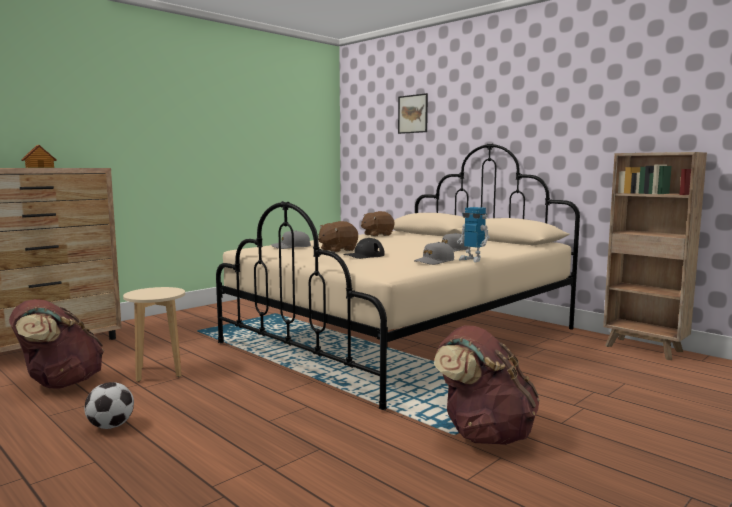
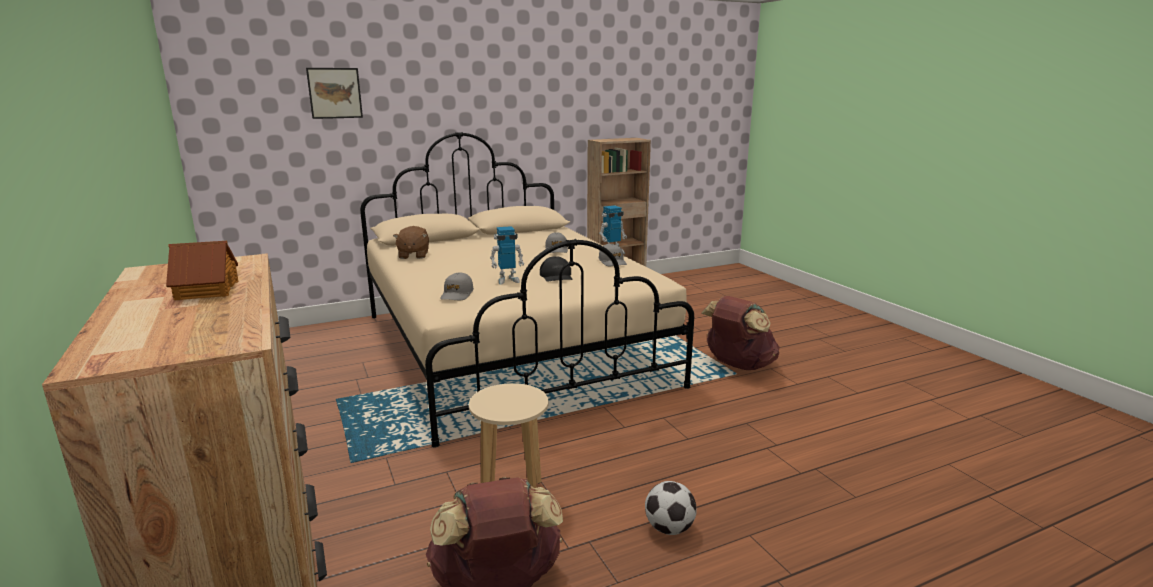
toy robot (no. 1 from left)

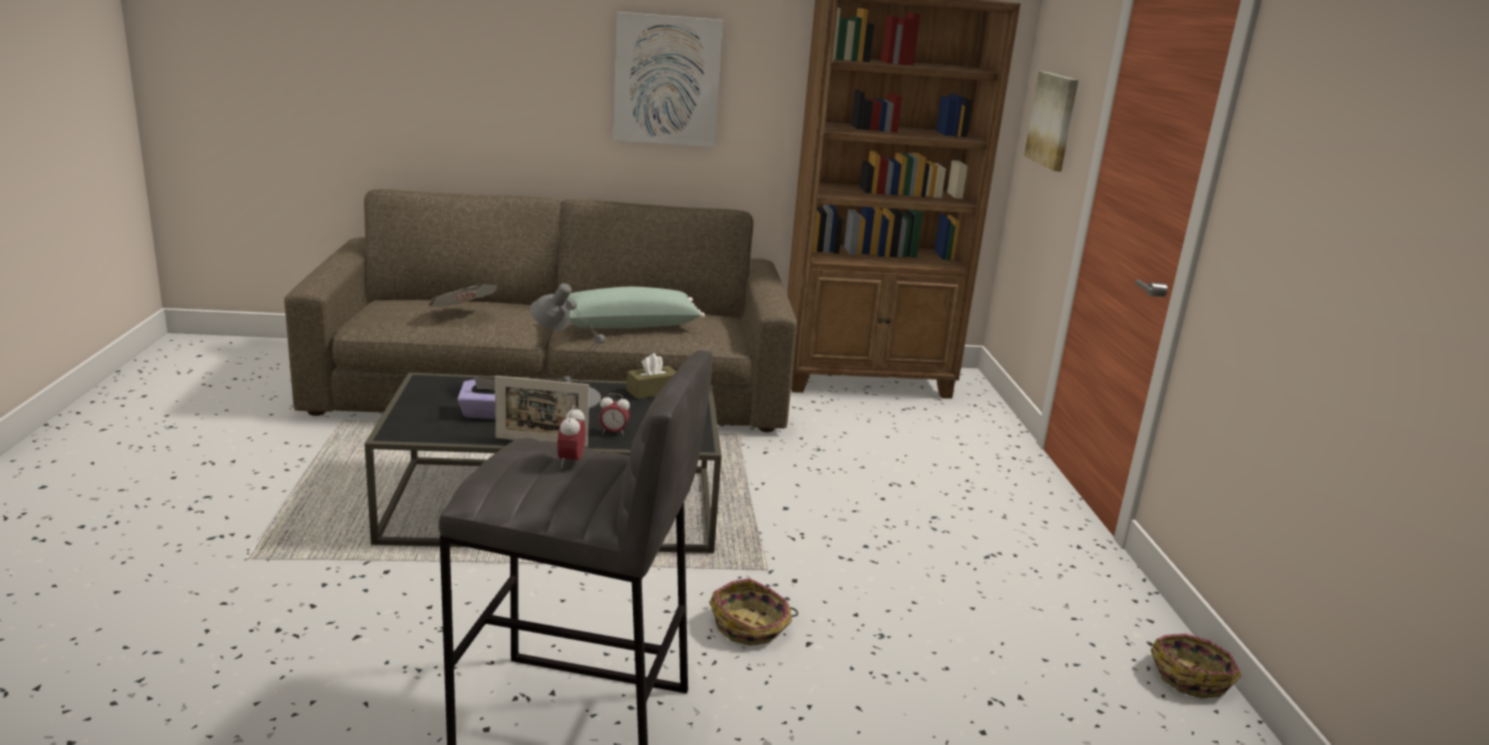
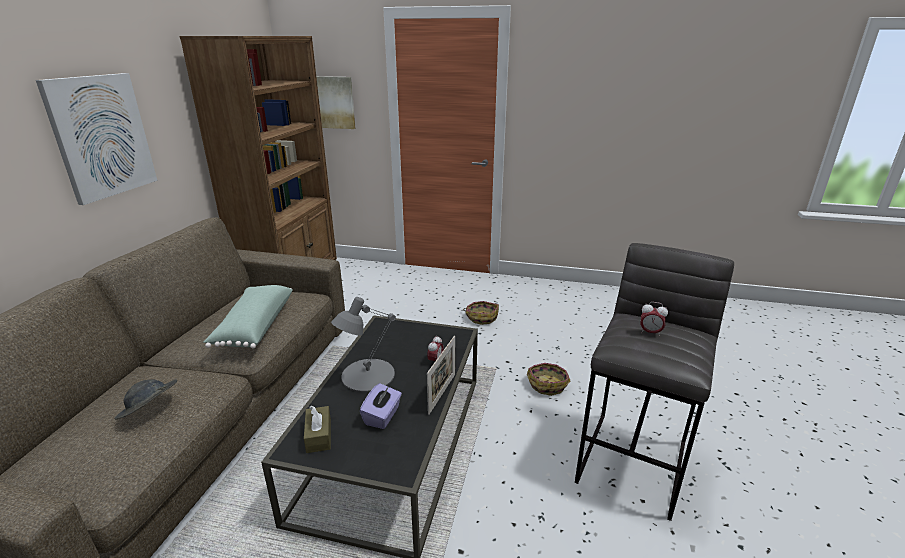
hat/grey
tissue box/brown
basket (no. 1 from left)

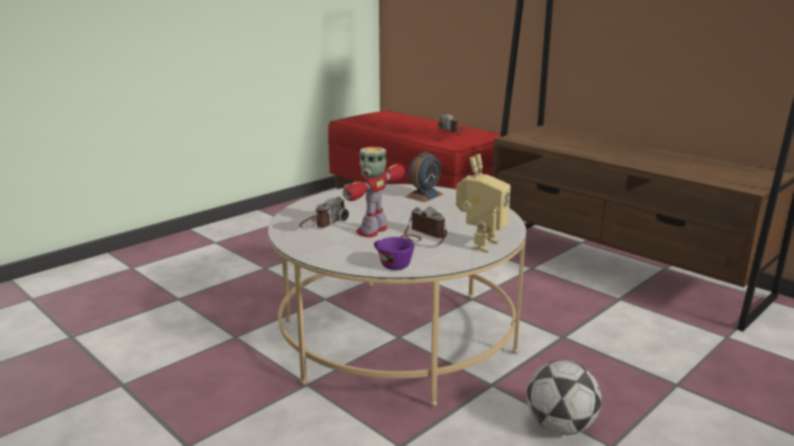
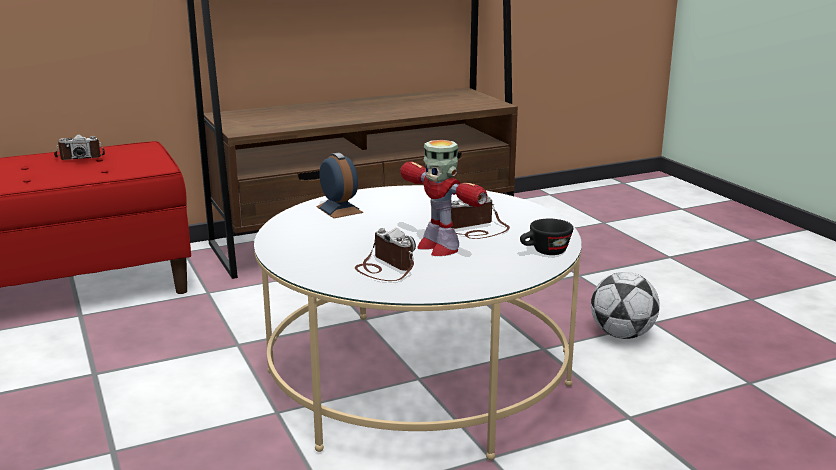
toy robot (no. 2 from left in the first image)
cup/black

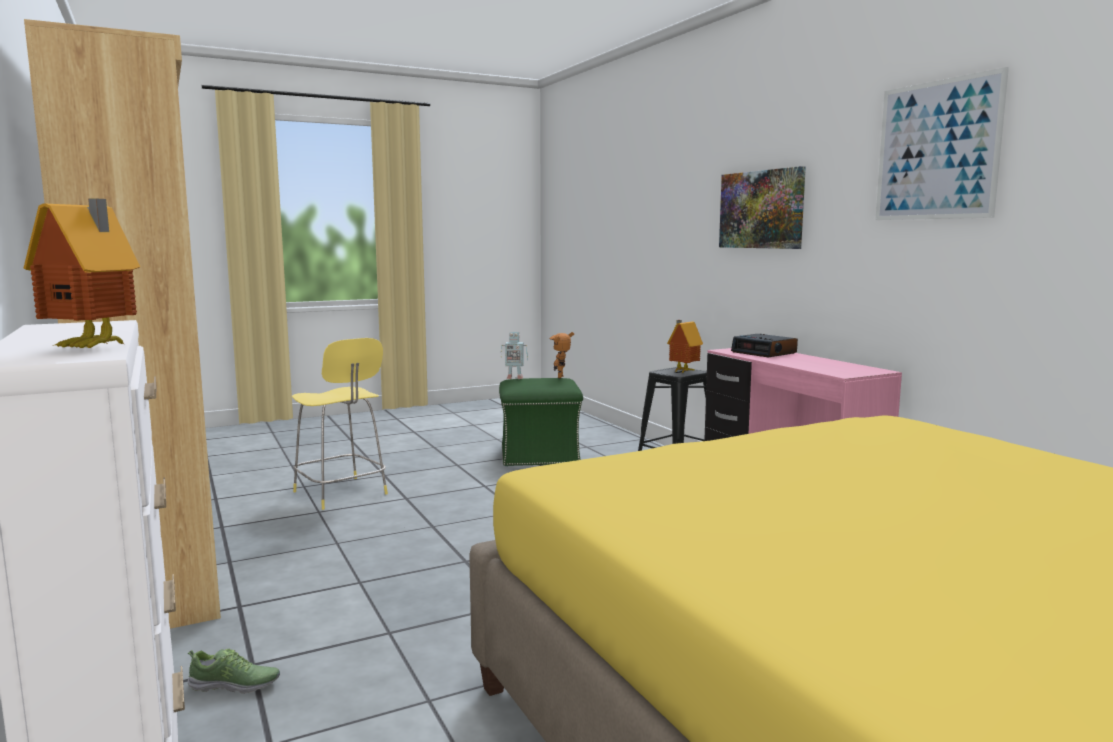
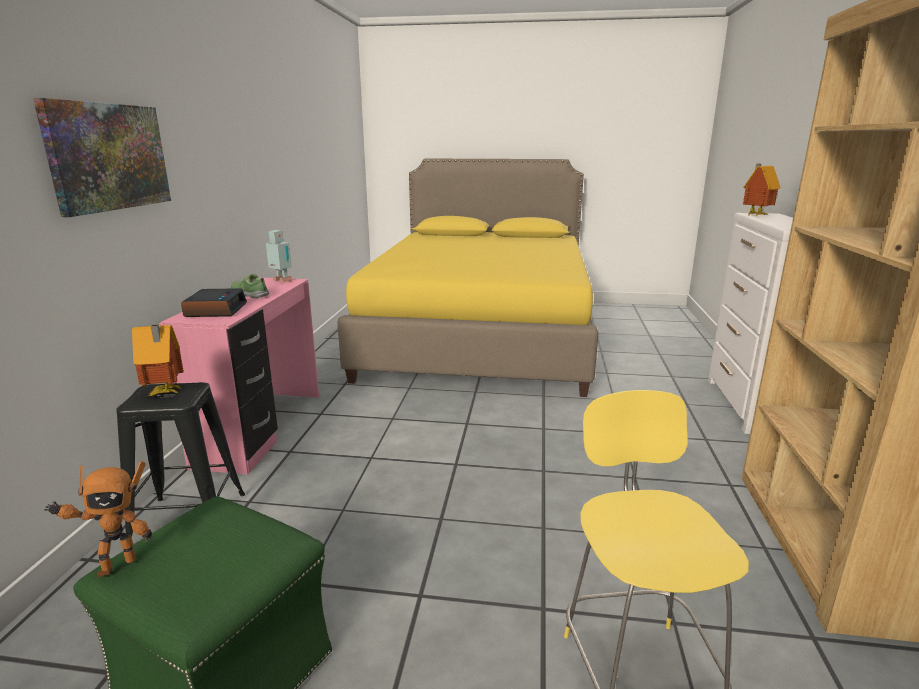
picture (no. 2 from left in the first image)
toy robot (no. 2 from left)
shoe

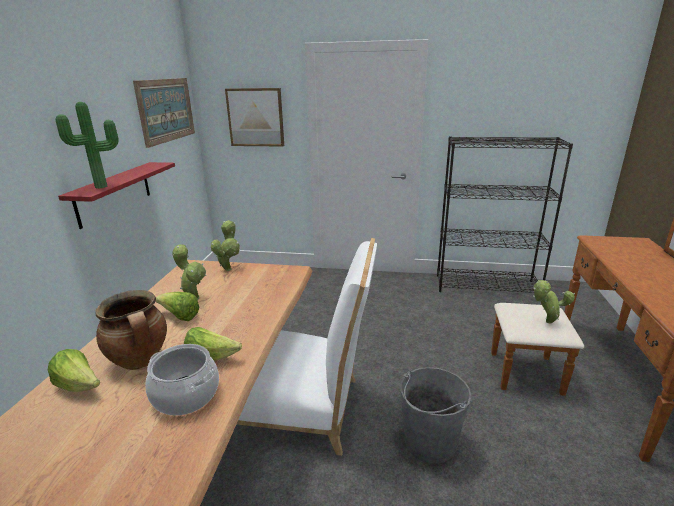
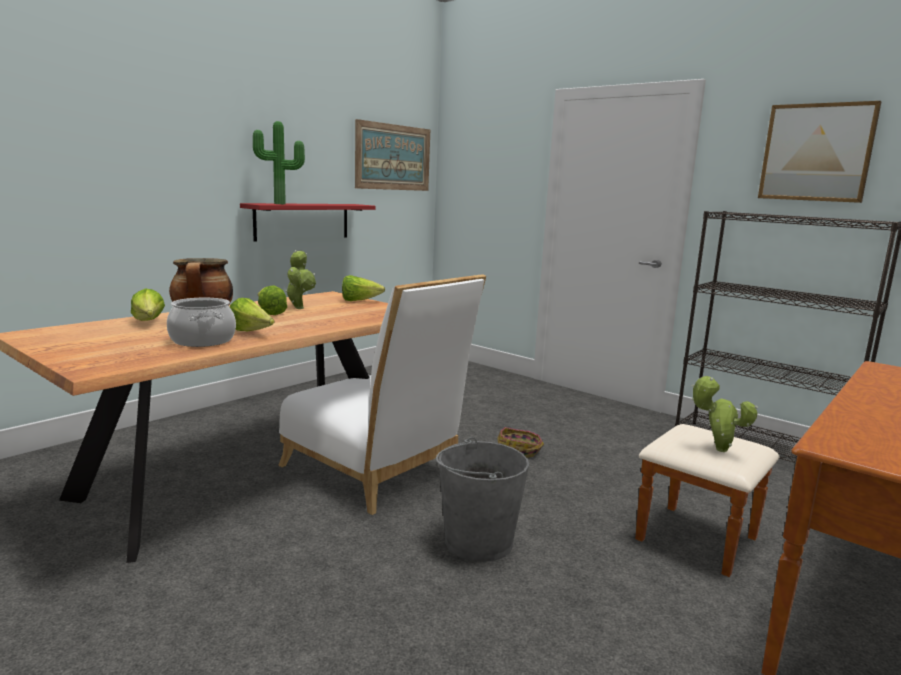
picture (no. 2 from left)
lettuce (no. 4 from left)
basket

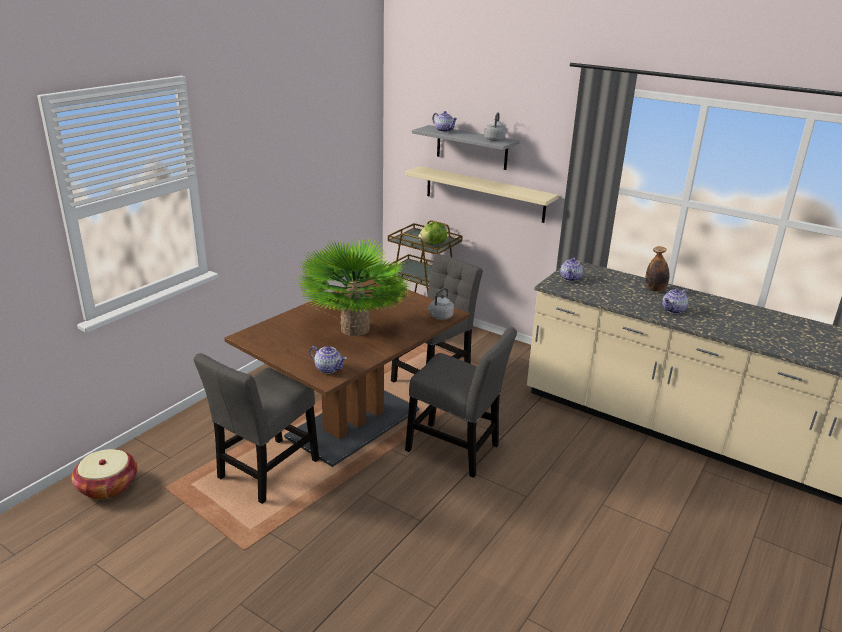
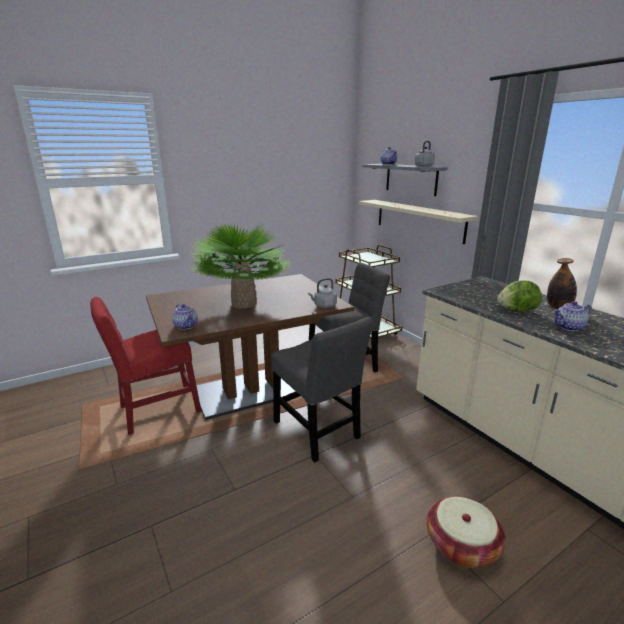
lettuce
teapot (no. 3 from left in the first image)
chair/red
basket

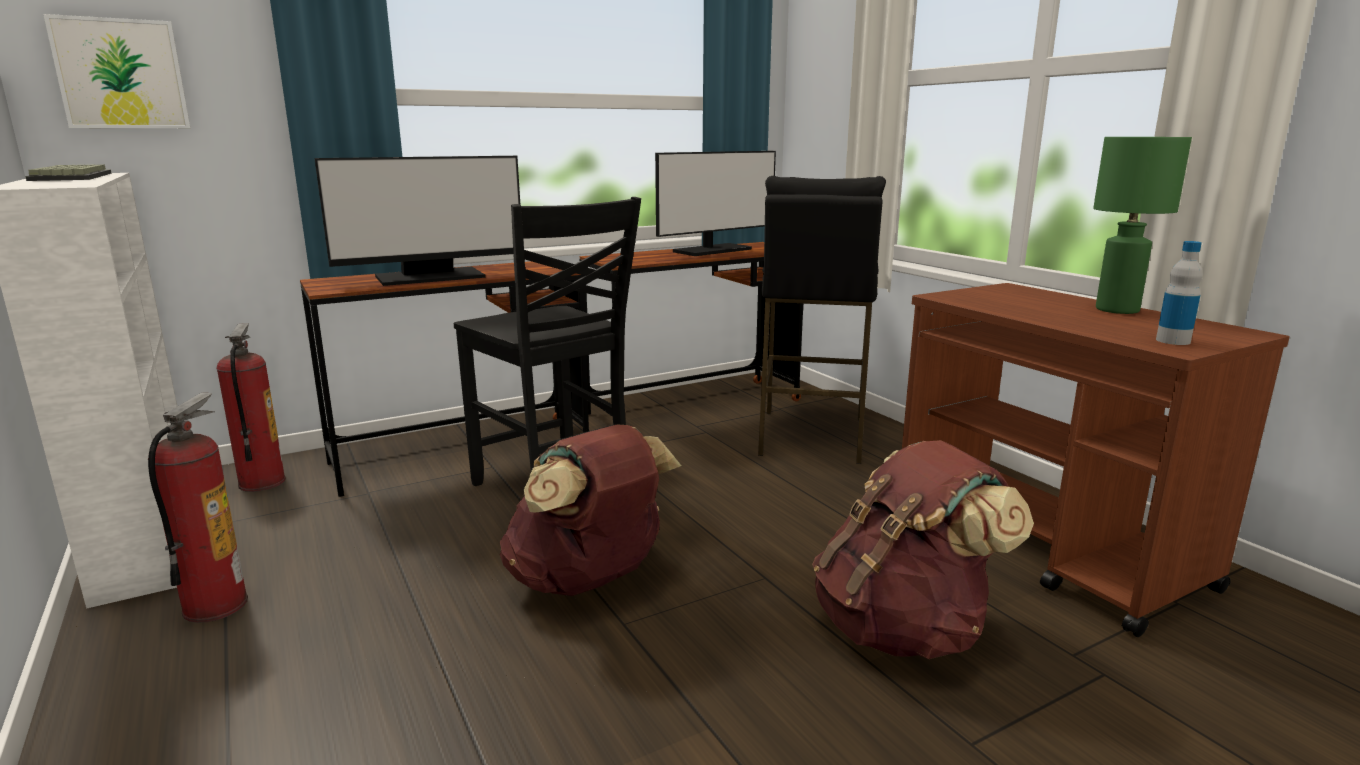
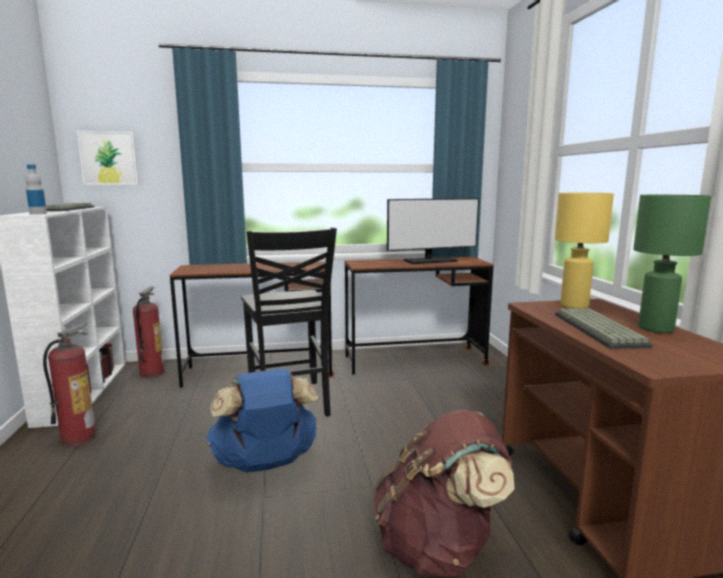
monitor (no. 1 from left in the first image)
stool/black
bottle
backpack/blue
table lamp/yellow
keyboard (no. 2 from left)

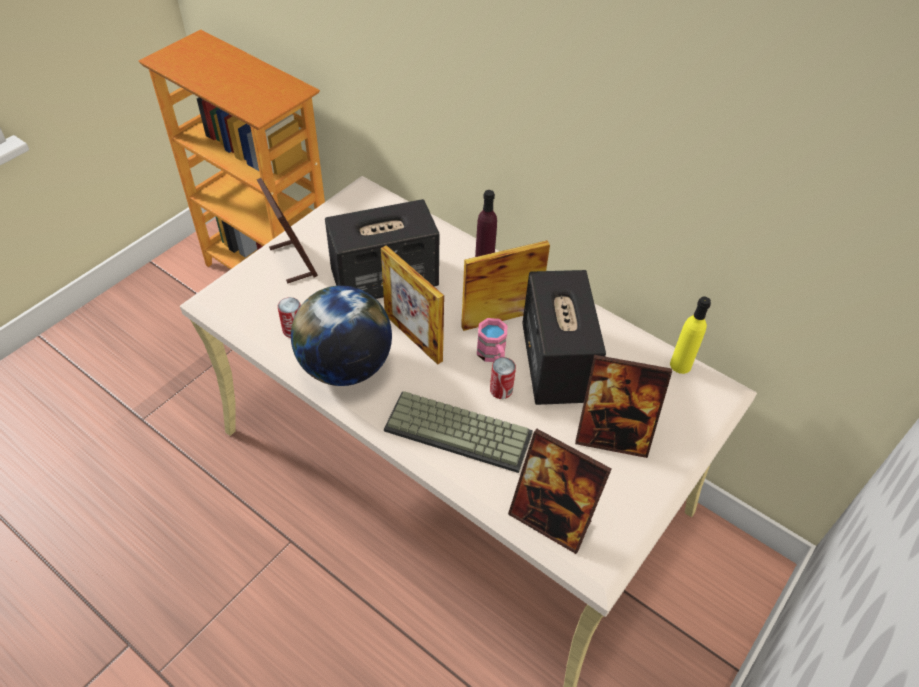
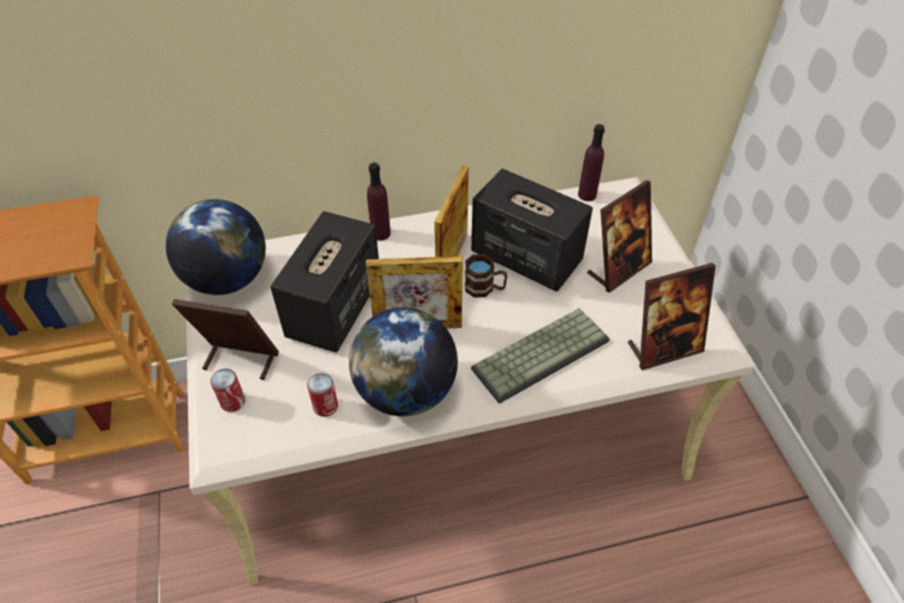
bottle/purple (no. 2 from left)
mug/brown
can (no. 1 from left)
globe (no. 1 from left)

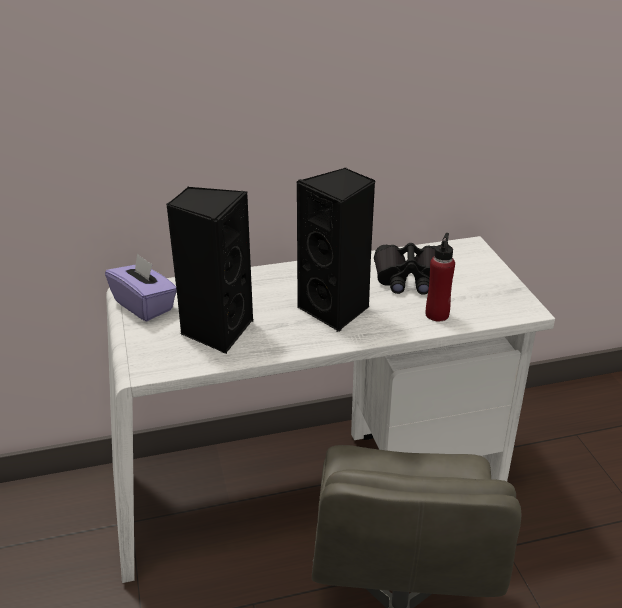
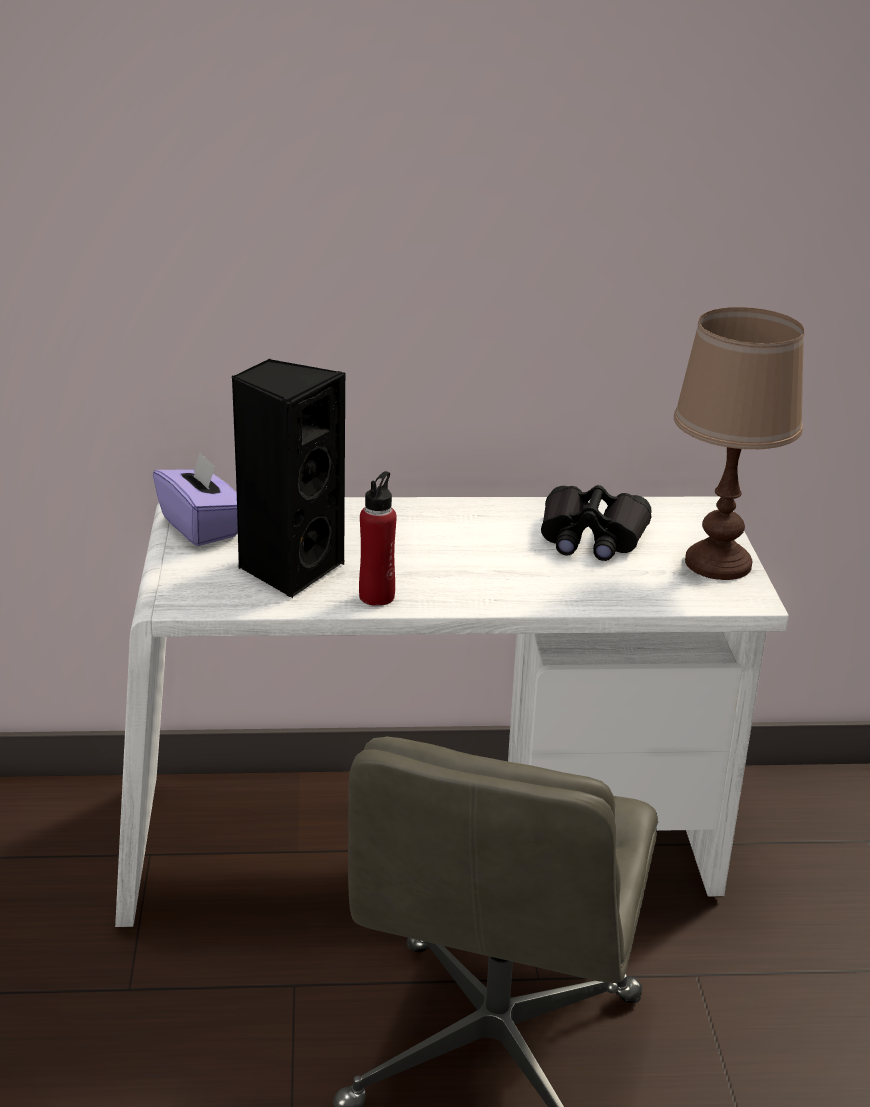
speaker/black (no. 2 from left in the first image)
bottle/red
table lamp/brown

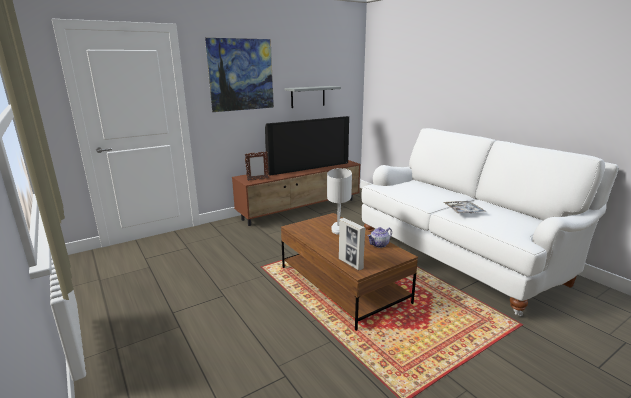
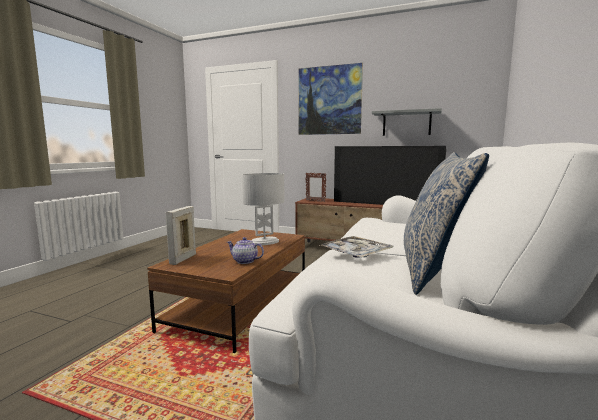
pillow

